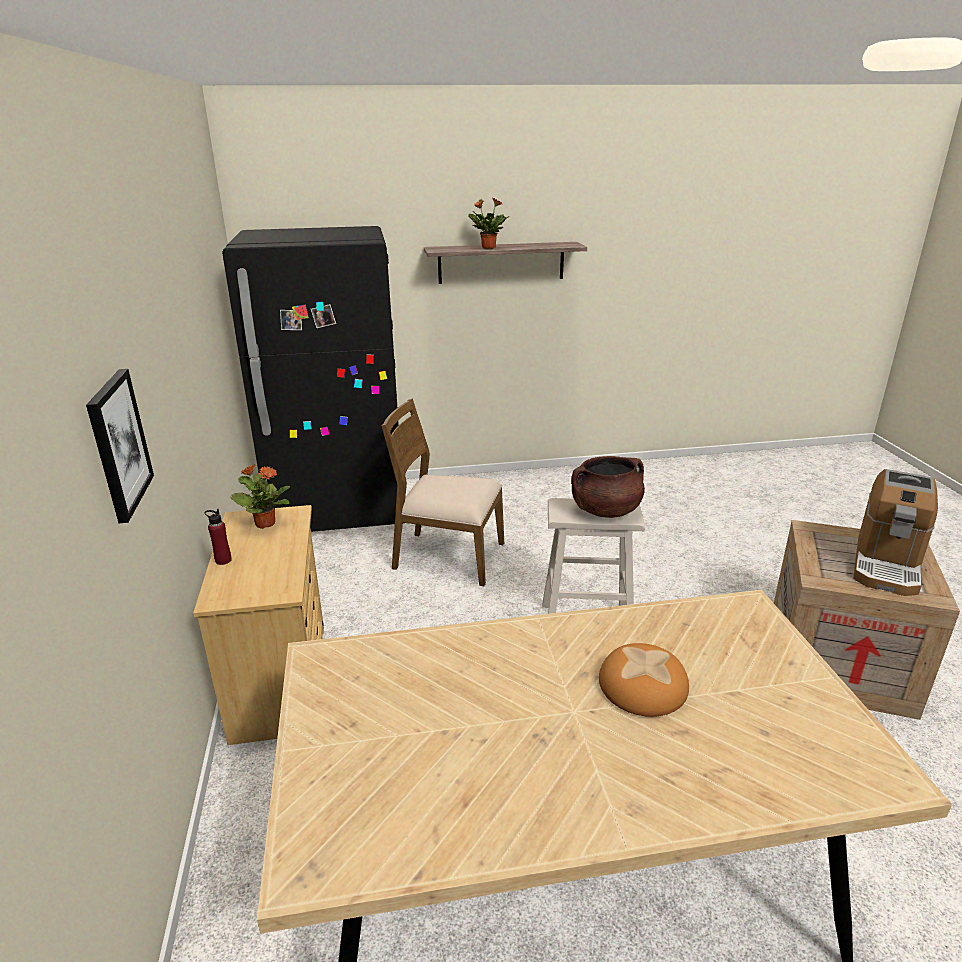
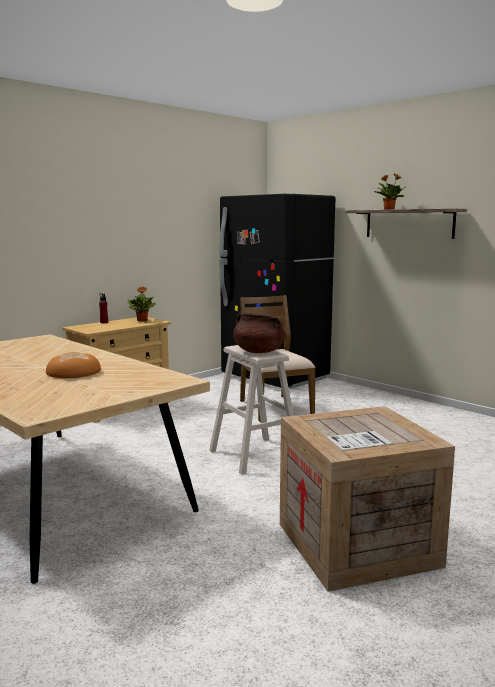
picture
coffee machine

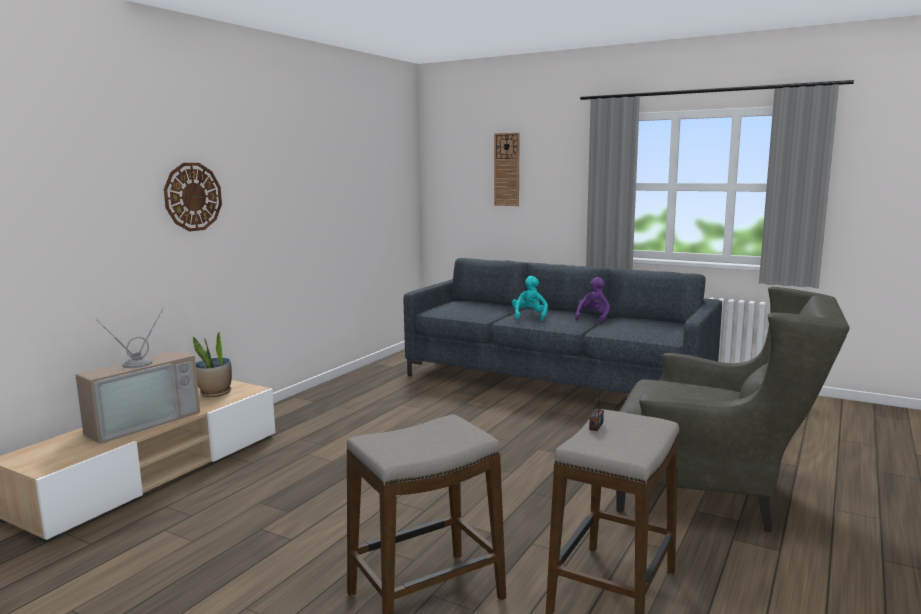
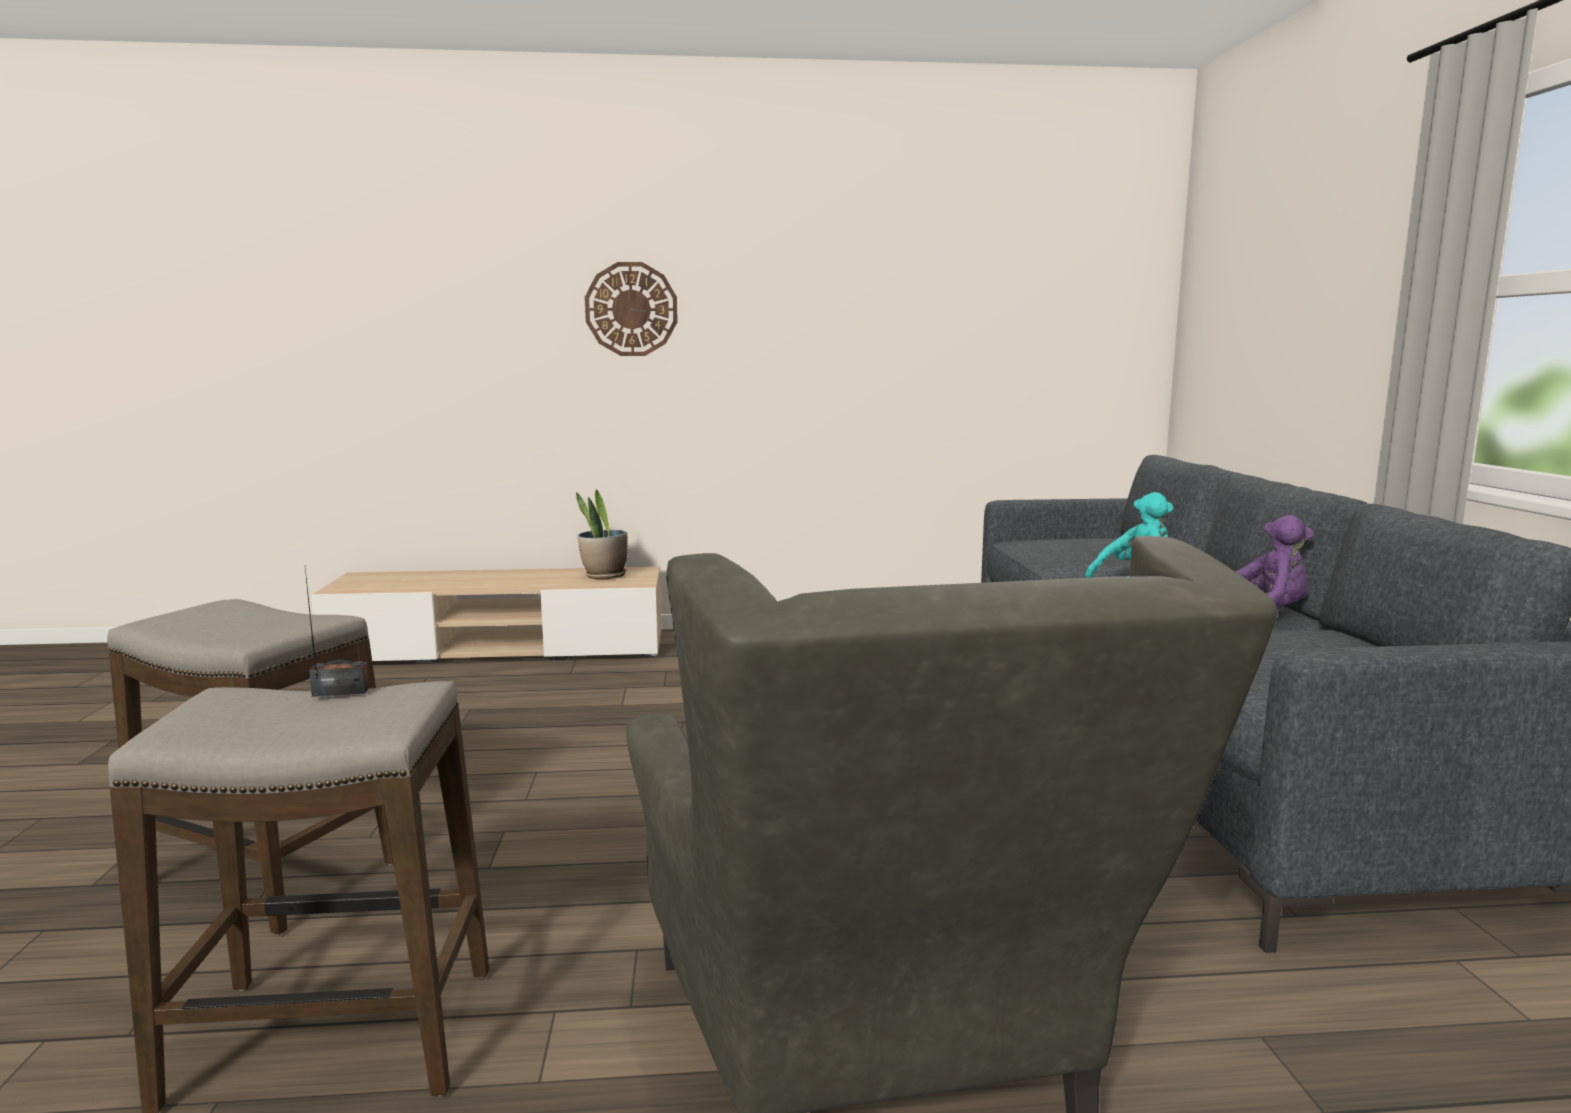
wall clock (no. 2 from left in the first image)
television

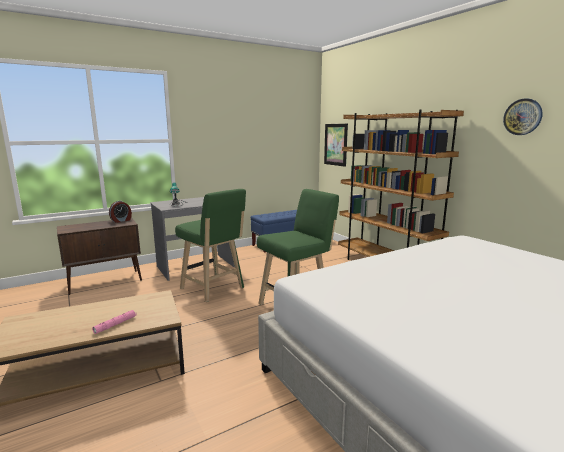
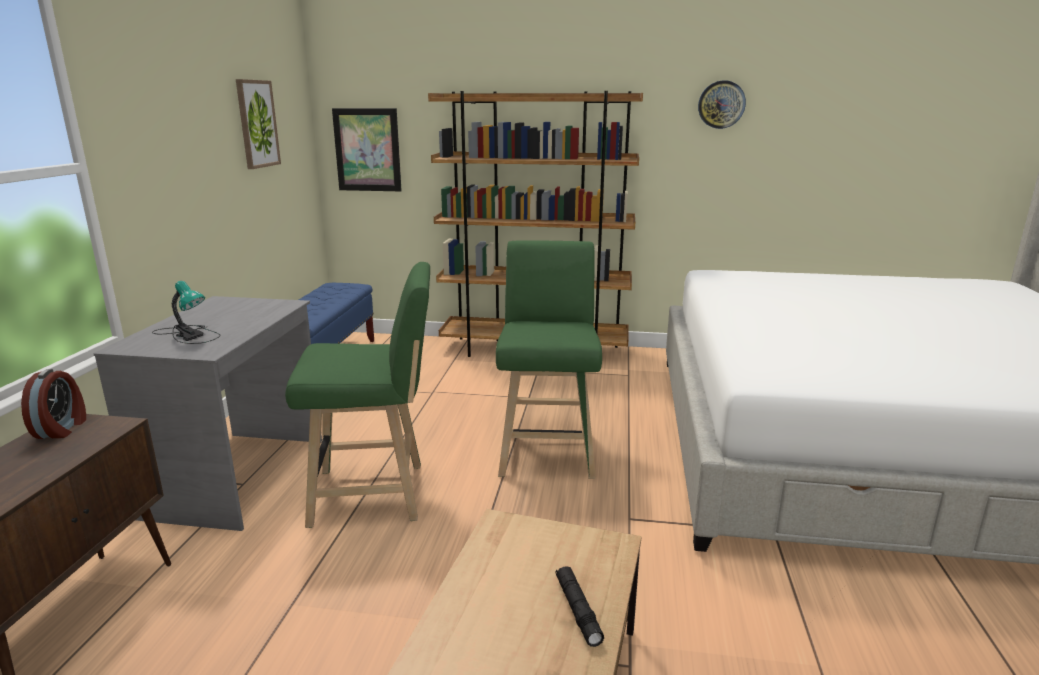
flashlight/black
picture (no. 1 from left)

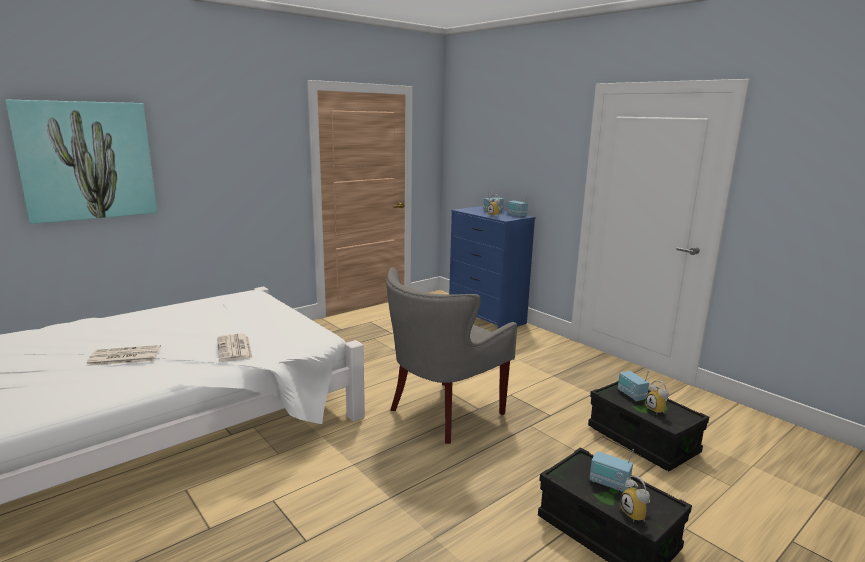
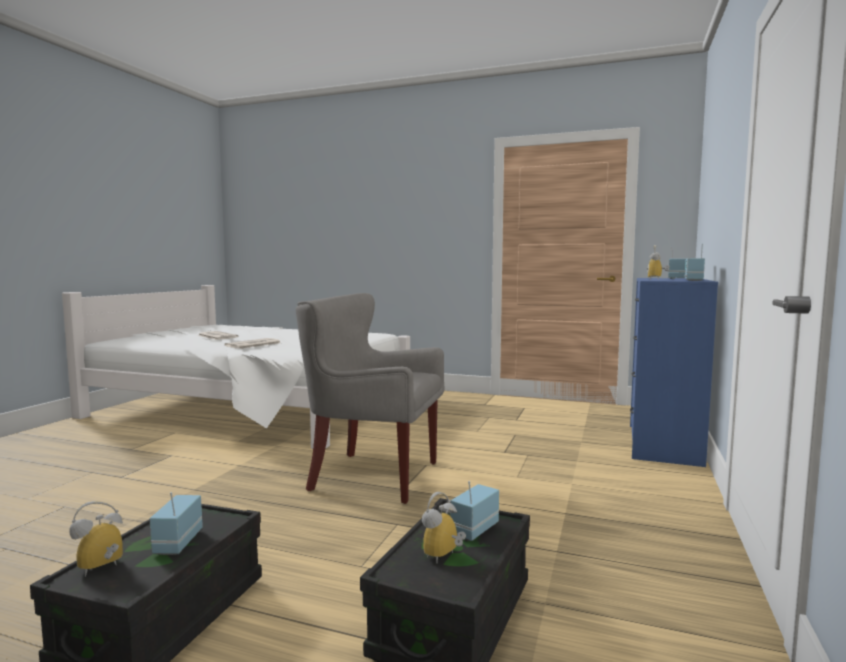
picture

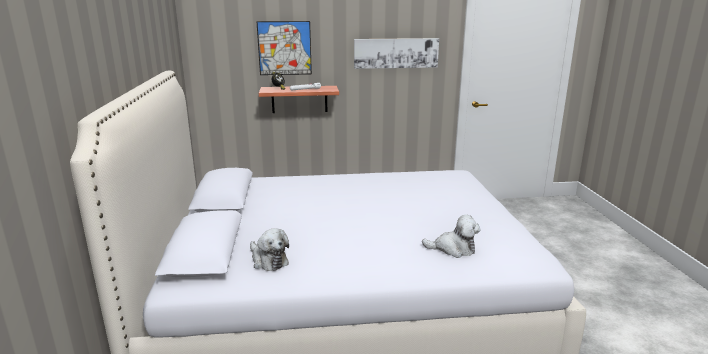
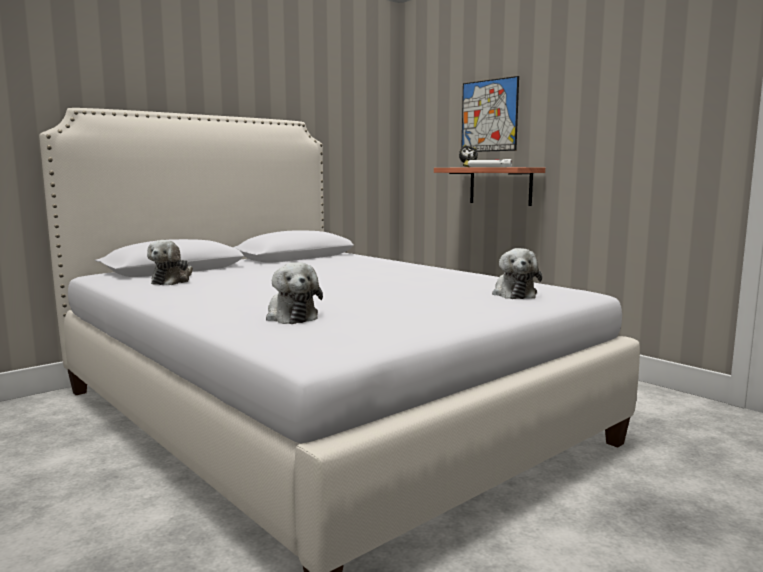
picture (no. 2 from left in the first image)
plush toy (no. 3 from left)

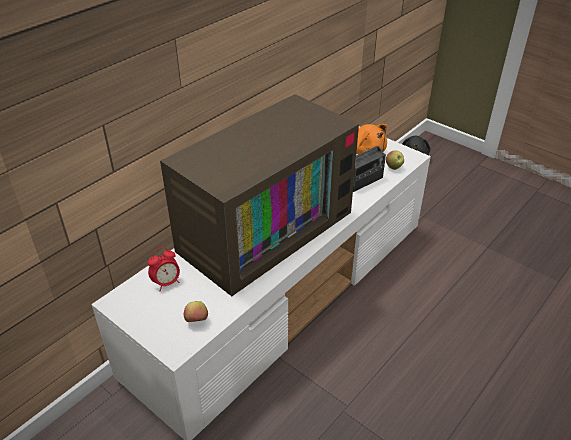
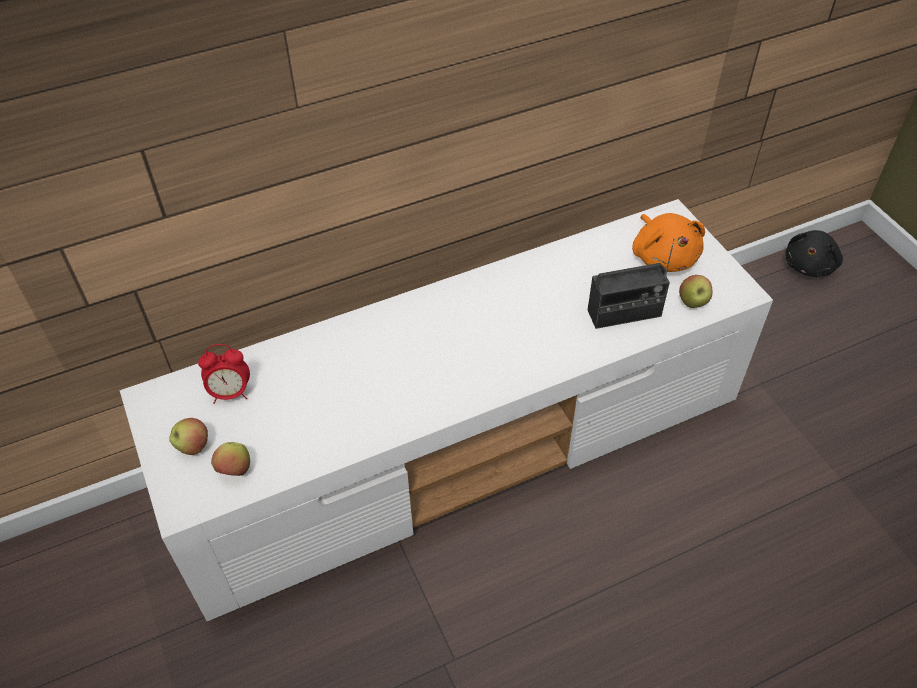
television
apple (no. 1 from left)

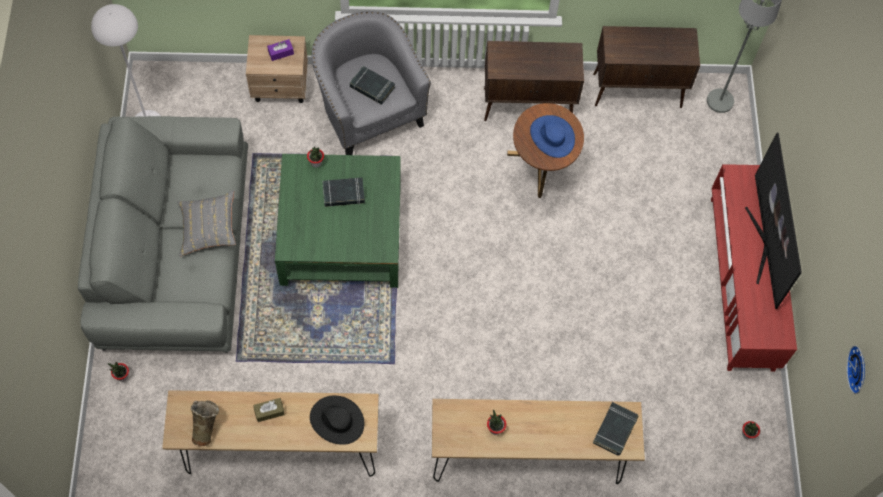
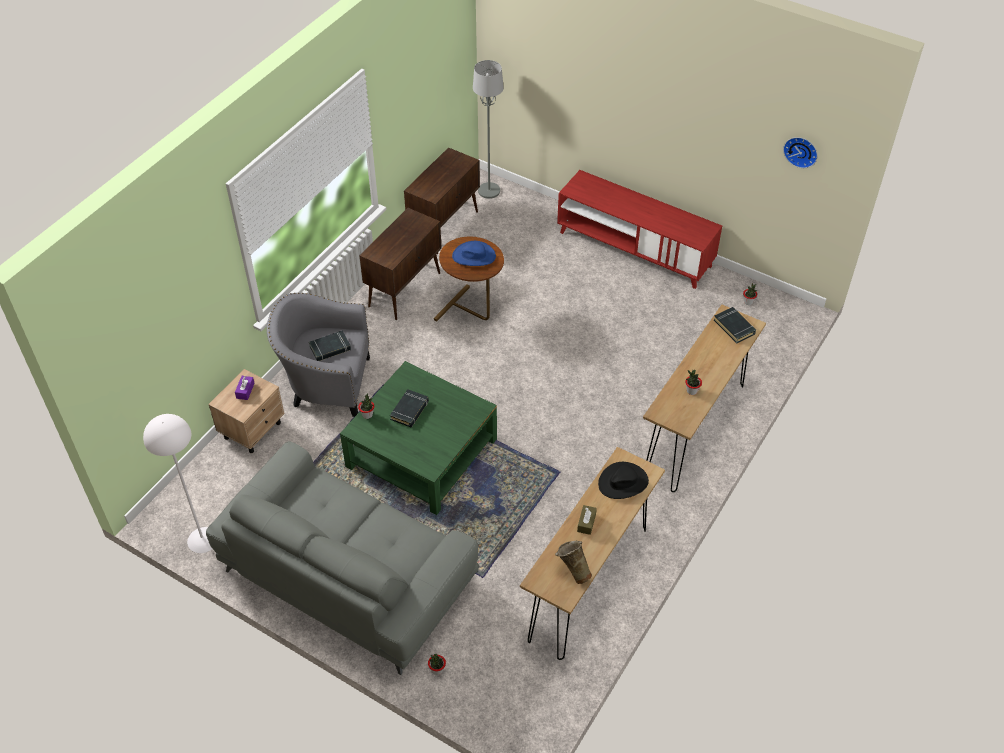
television
pillow/grey

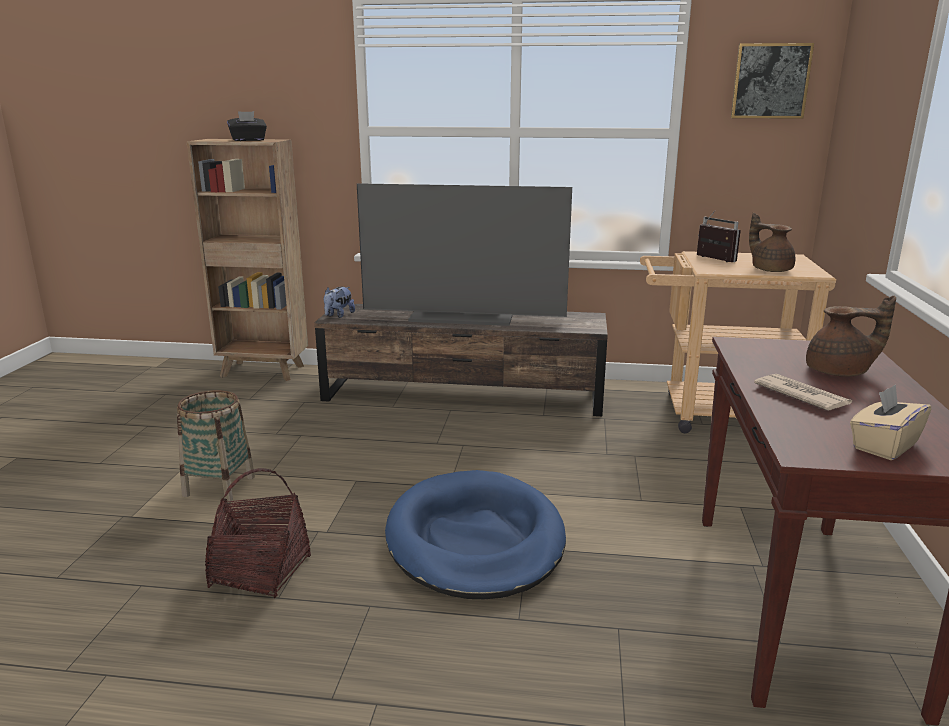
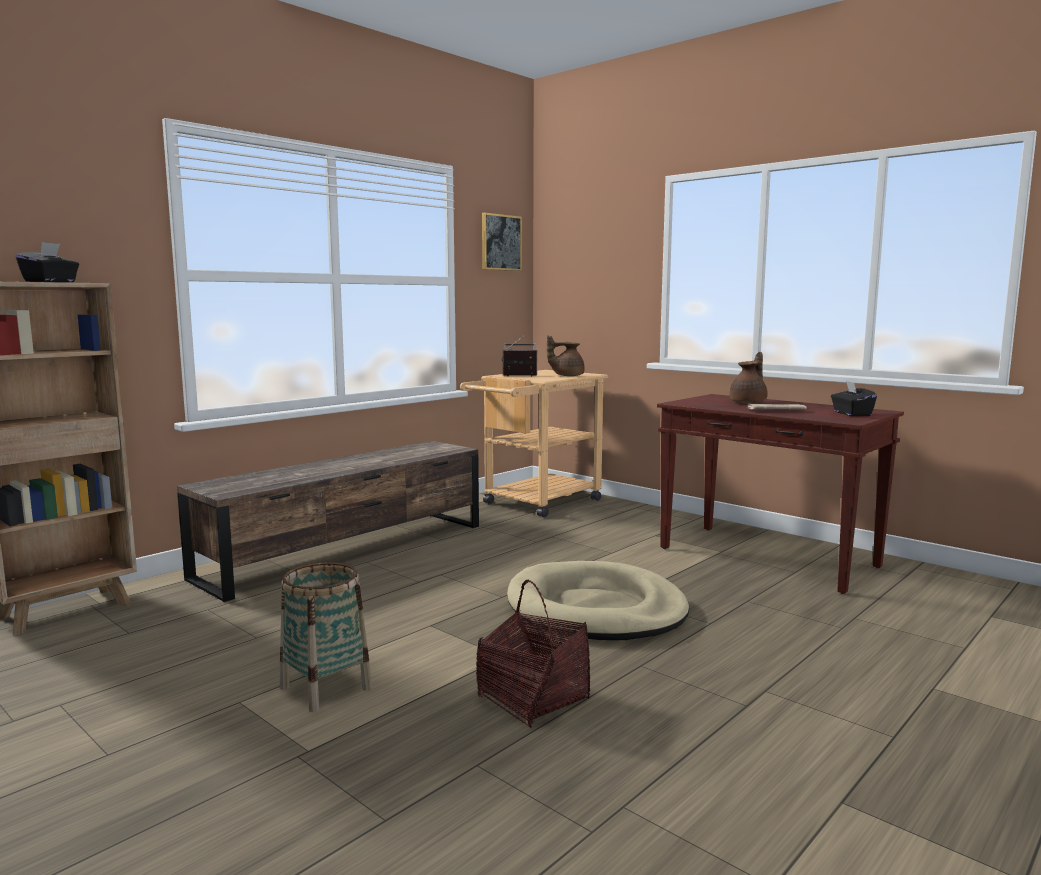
television
plush toy
tissue box/black (no. 2 from left)
dog bed/beige

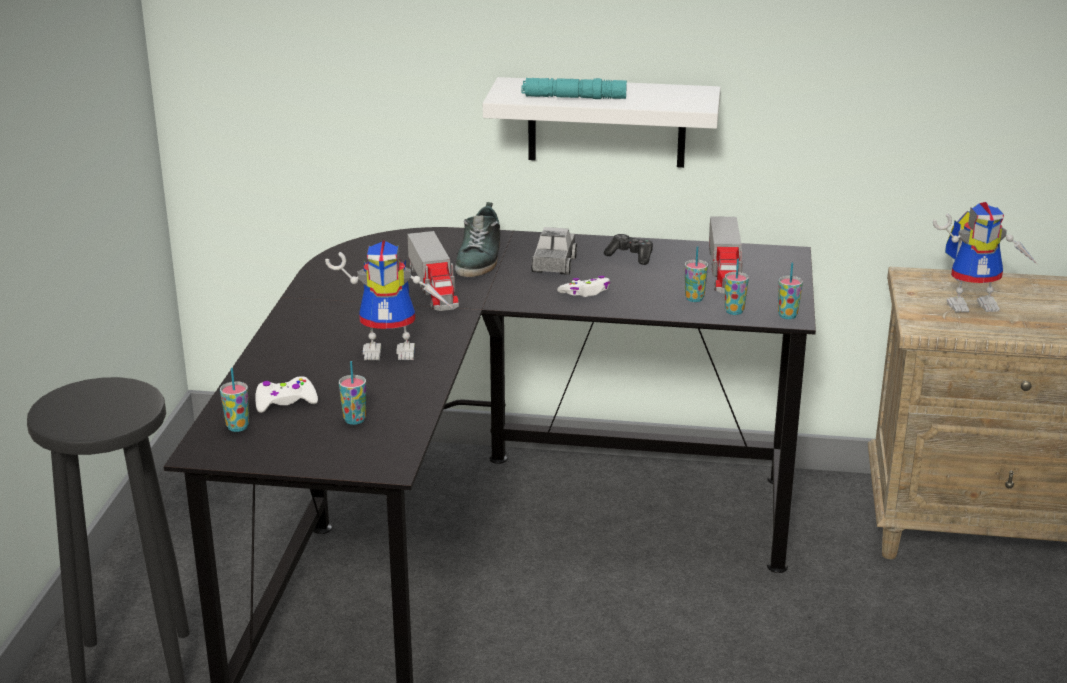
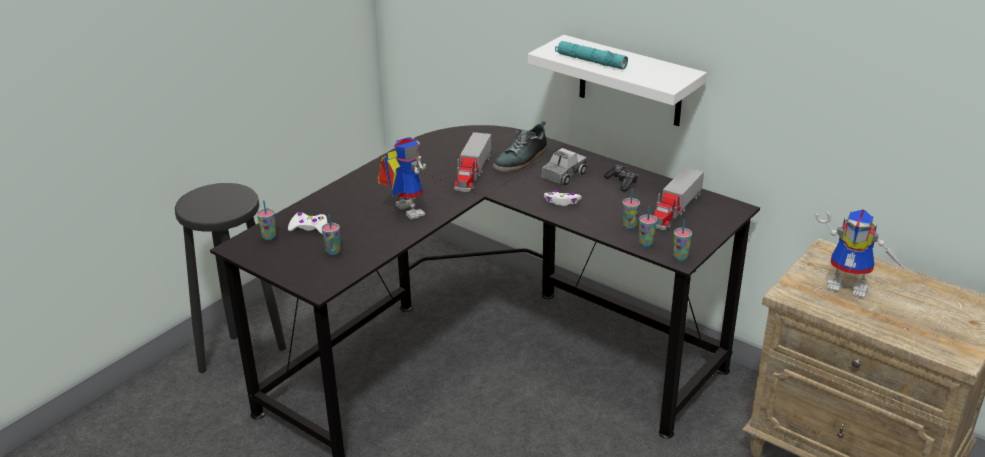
toy robot (no. 1 from left)

